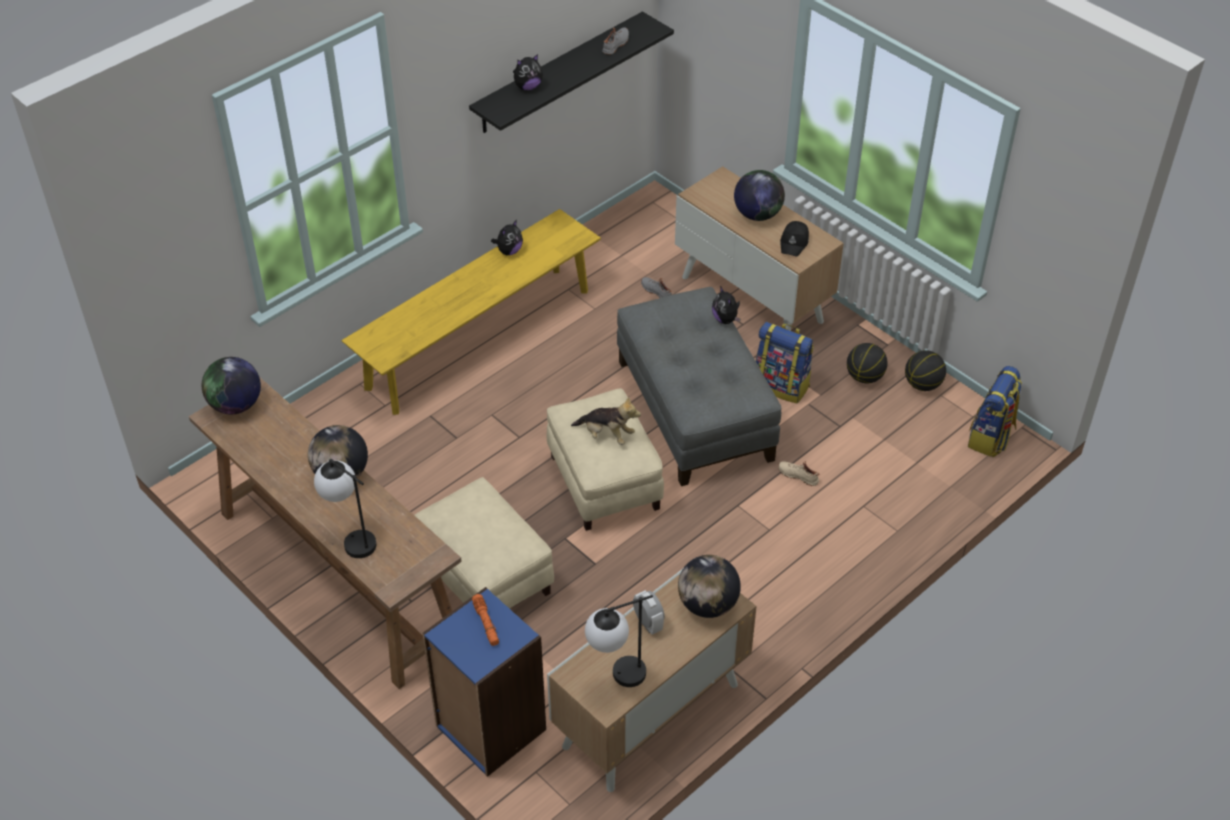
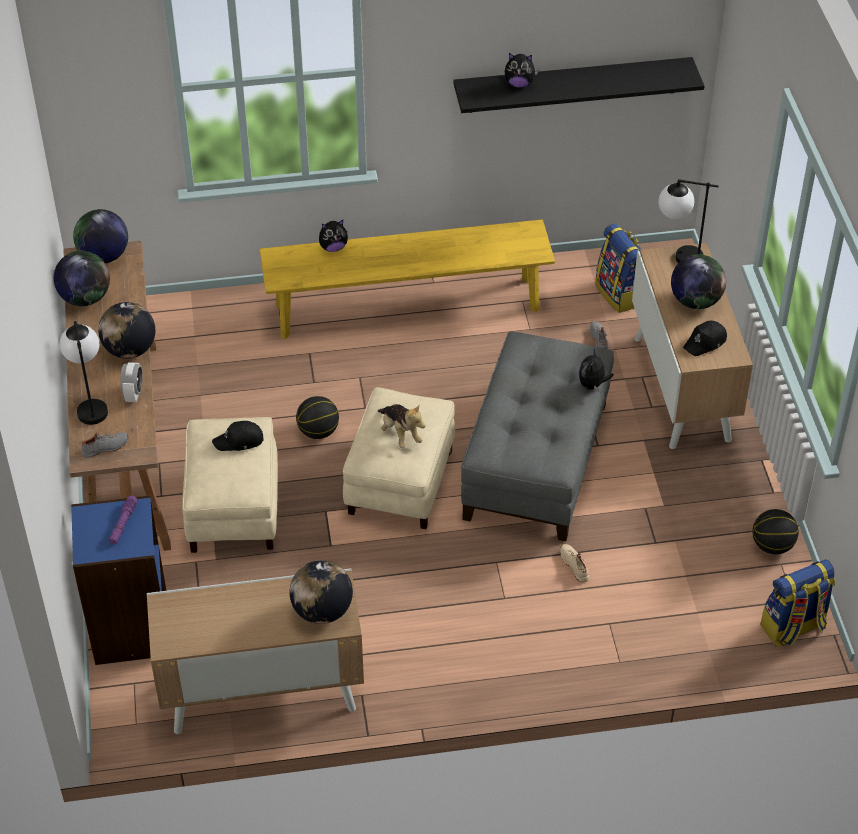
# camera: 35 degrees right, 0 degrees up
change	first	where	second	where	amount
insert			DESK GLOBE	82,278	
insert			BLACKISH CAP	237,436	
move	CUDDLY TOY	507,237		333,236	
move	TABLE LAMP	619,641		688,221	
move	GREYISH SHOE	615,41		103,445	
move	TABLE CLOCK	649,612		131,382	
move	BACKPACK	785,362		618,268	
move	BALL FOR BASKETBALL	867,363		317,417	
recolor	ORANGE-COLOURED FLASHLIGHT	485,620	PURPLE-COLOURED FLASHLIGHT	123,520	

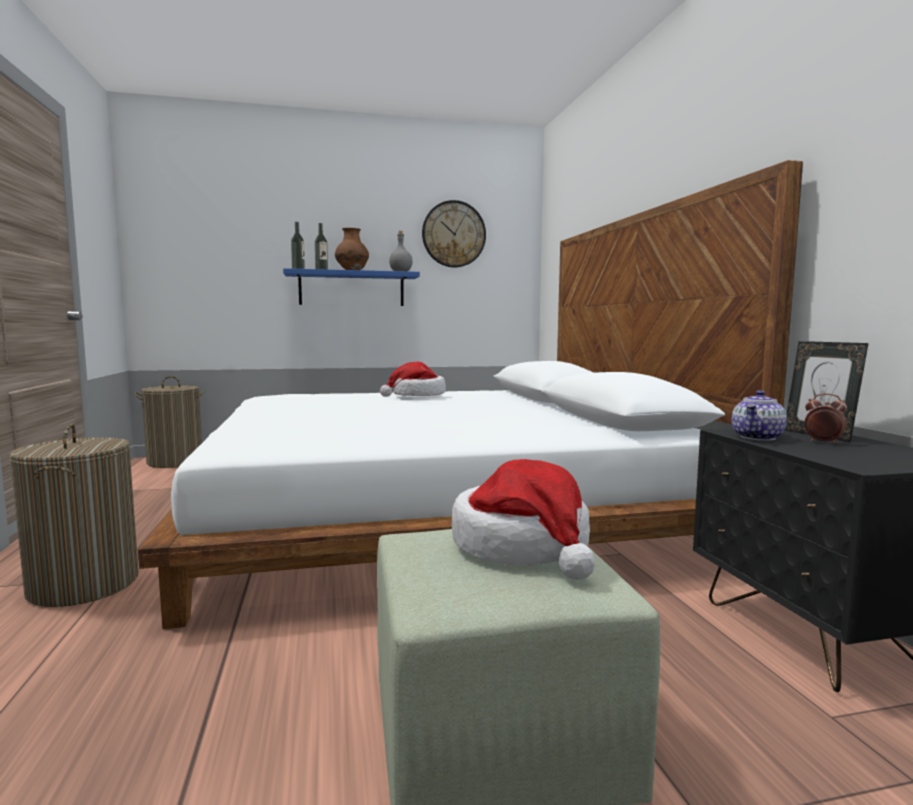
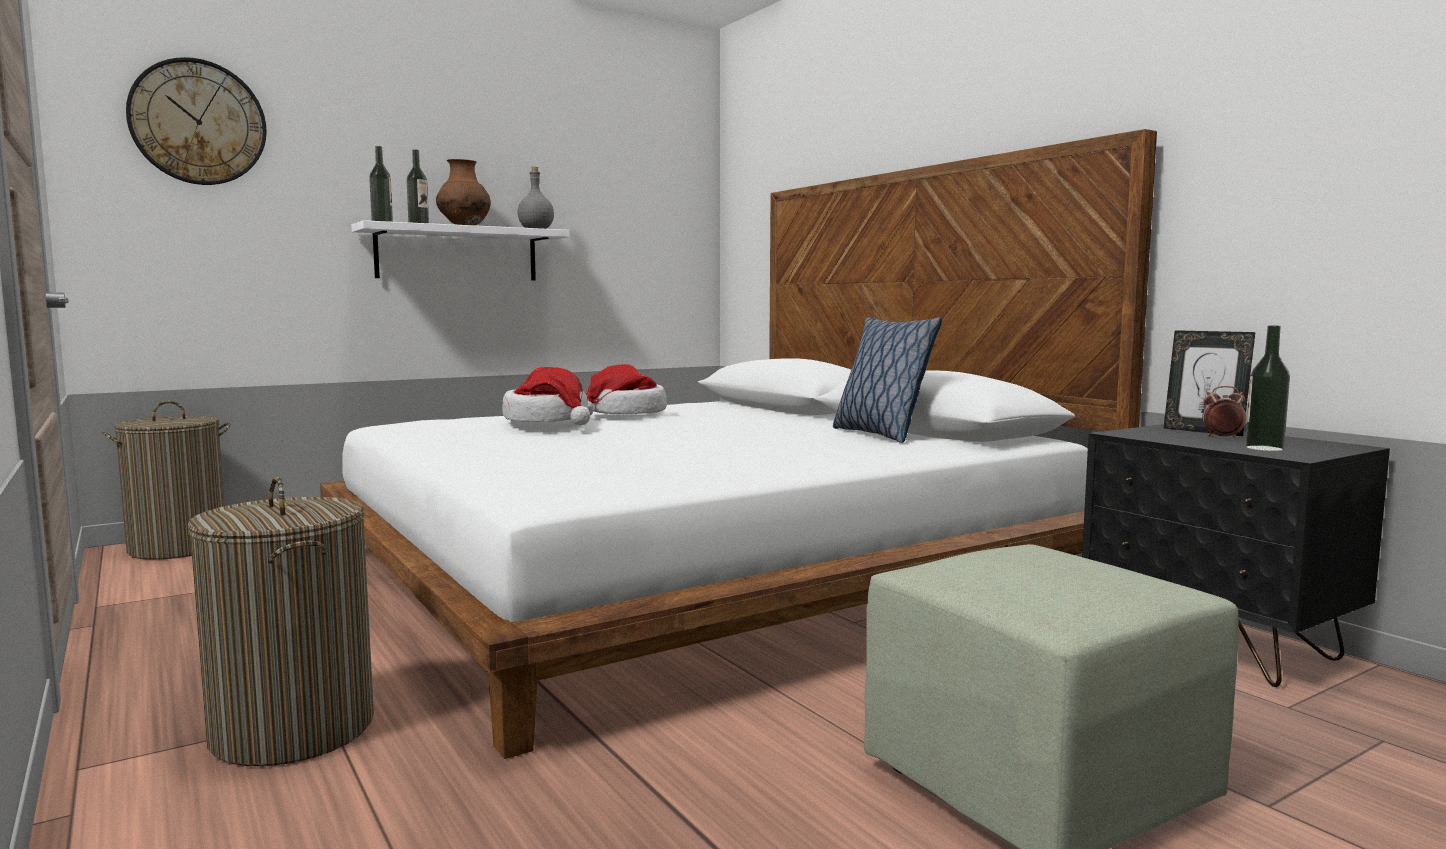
# camera: 20 degrees left, 0 degrees up
change	first	where	second	where	amount
delete	TEAPOT	759,415			
insert			THROW PILLOW	887,380	
insert			BOTTLE	1267,388	
move	WALL CLOCK	454,234		196,121	
move	HAT	523,519		546,396	
recolor	BLUISH WALL SHELF	351,287	WHITE-COLOURED WALL SHELF	460,250	

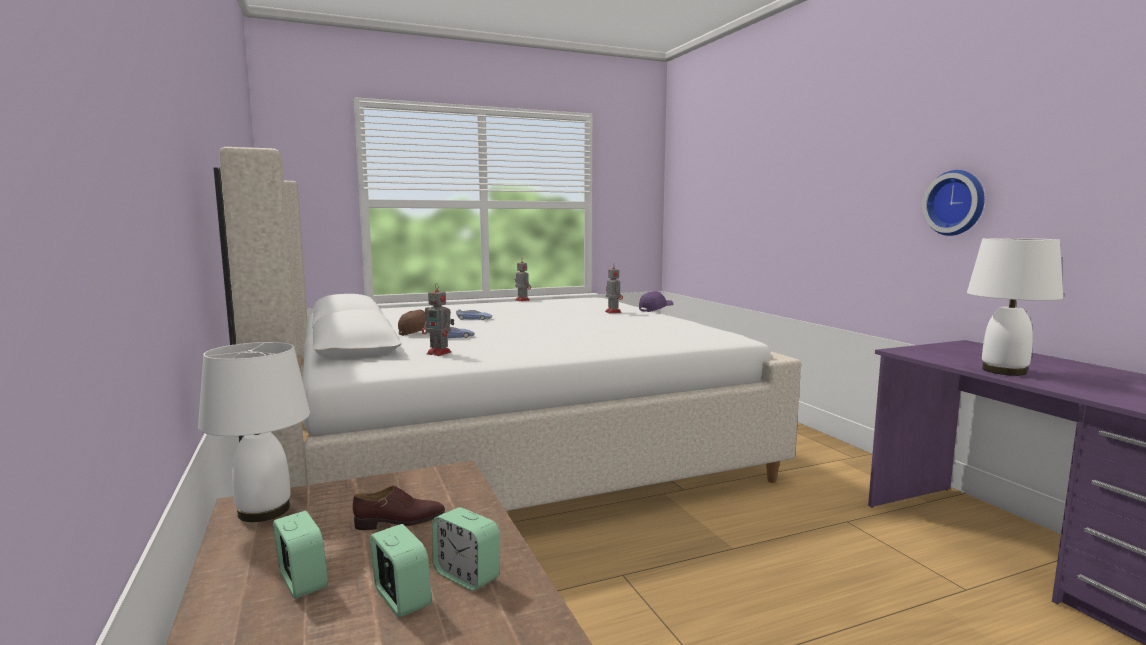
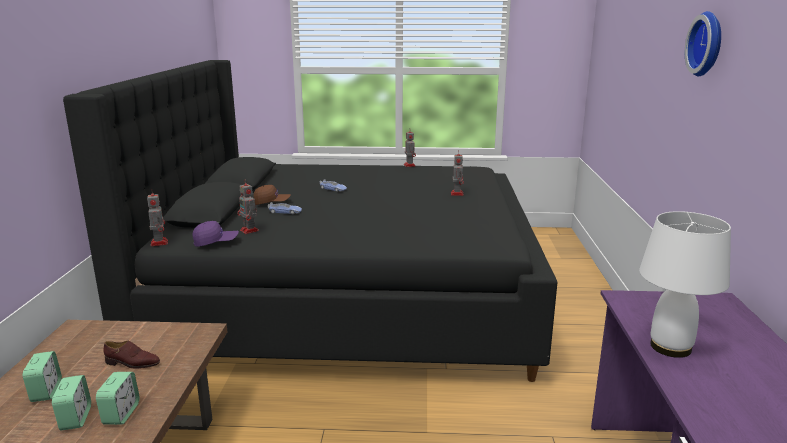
# camera: 25 degrees right, 10 degrees up
change	first	where	second	where	amount
delete	WHITE-COLOURED TABLE LAMP	254,432			
insert			TOY ROBOT	157,218	
move	PURPLE-COLOURED CAP	656,301		215,234	
move	WALL CLOCK	953,203		703,43	
recolor	BEIGE BEDROOM BED	507,329	BLACKISH BEDROOM BED	310,221	
rotate	TABLE CLOCK	466,549		118,398	150 degrees counterclockwise

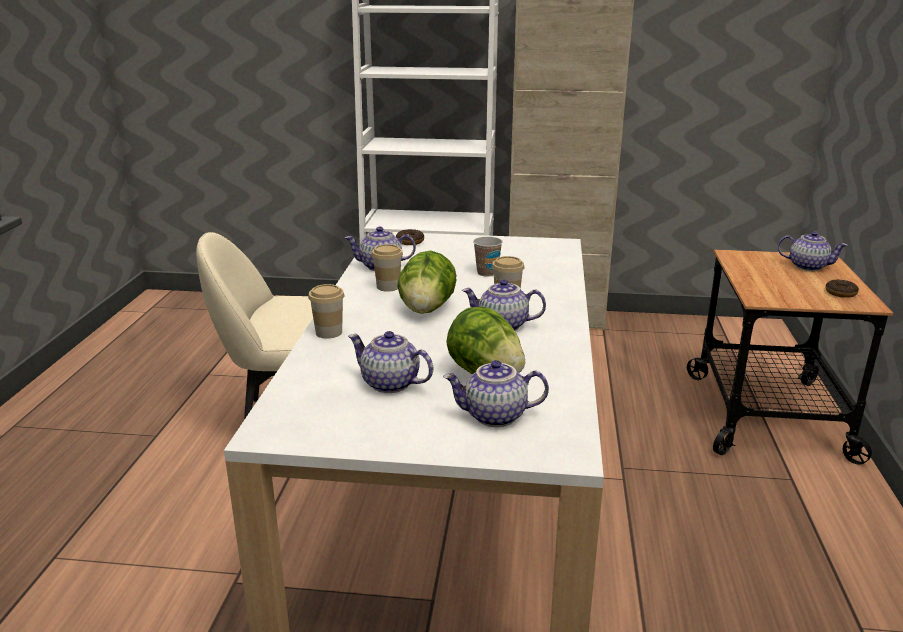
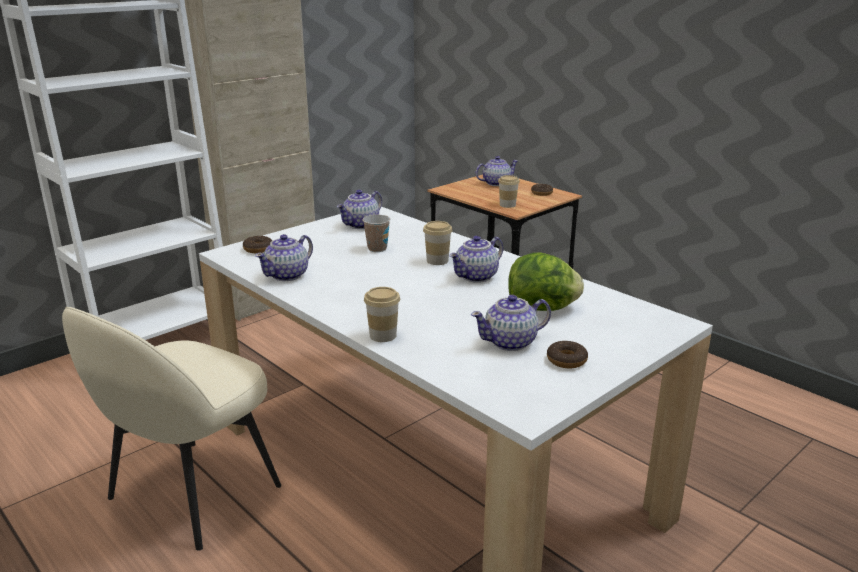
# camera: 50 degrees left, 0 degrees up
change	first	where	second	where	amount
delete	LETTUCE HEAD	427,282			
insert			DOUGHNUT	567,354	
move	CUP	387,268		509,191	
move	TEAPOT	496,393		359,209	

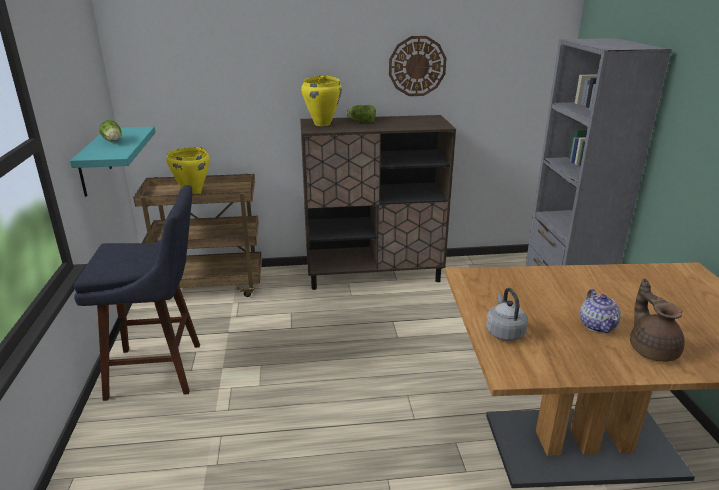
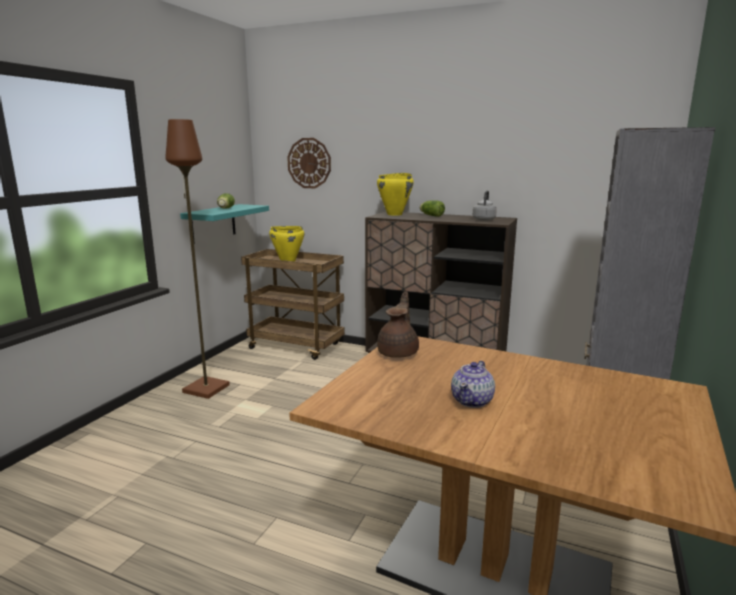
# camera: 30 degrees right, 10 degrees down
change	first	where	second	where	amount
move	WALL CLOCK	418,66		309,163	
move	GREYISH WATER KETTLE	507,314		485,205	
move	BROWNISH TEAPOT	657,320		398,324	
replace	BLUISH SITTING STOOL	137,293	BROWNISH FLOOR LAMP	197,259	

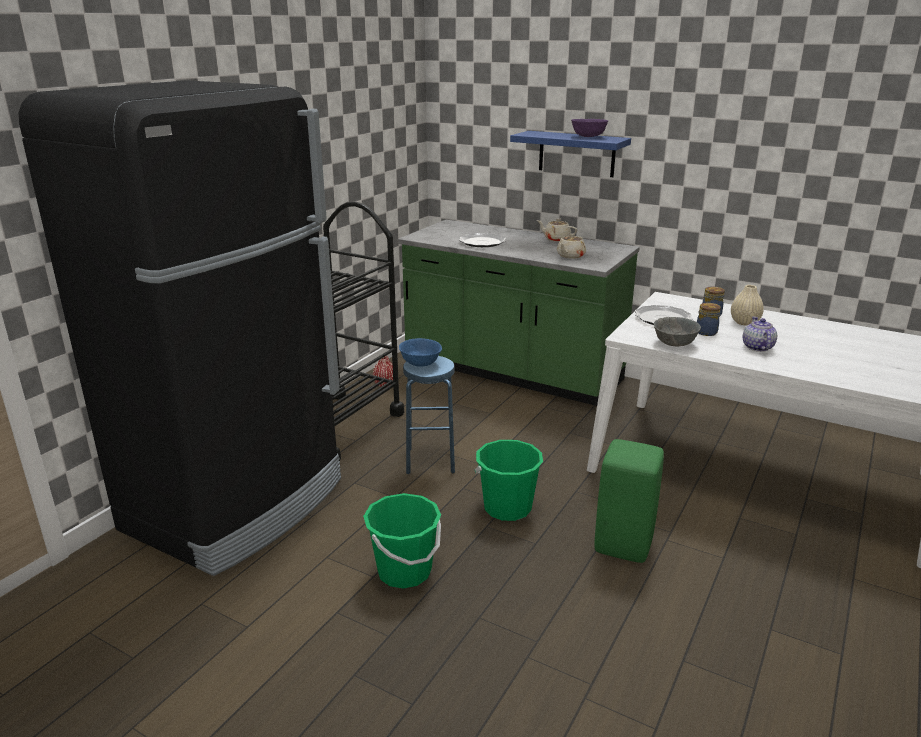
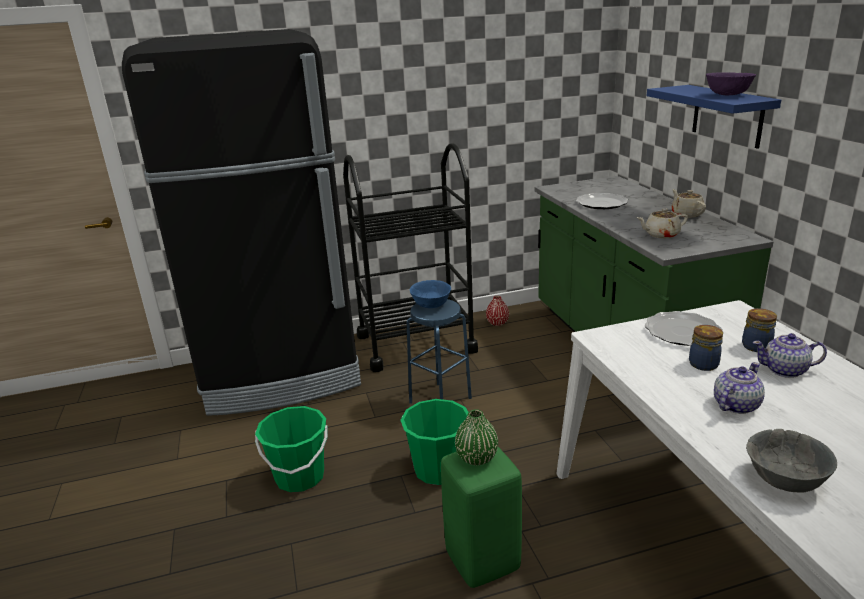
# camera: 45 degrees right, 0 degrees up
change	first	where	second	where	amount
insert			GREENISH VASE	476,437	
move	GREYISH BOWL	677,331		791,461	
replace	BEIGE VASE	747,305	TEAPOT	789,355	

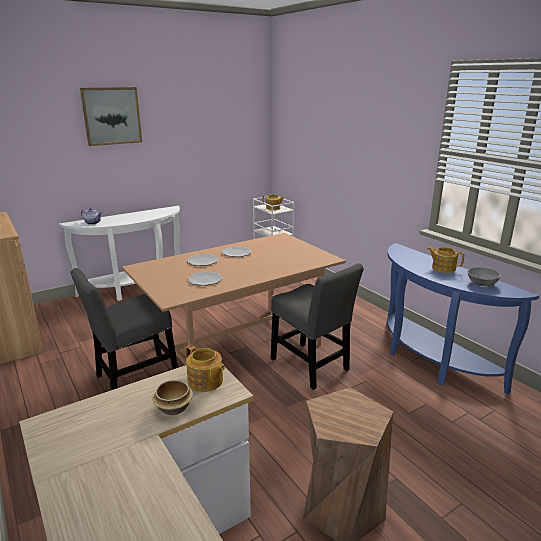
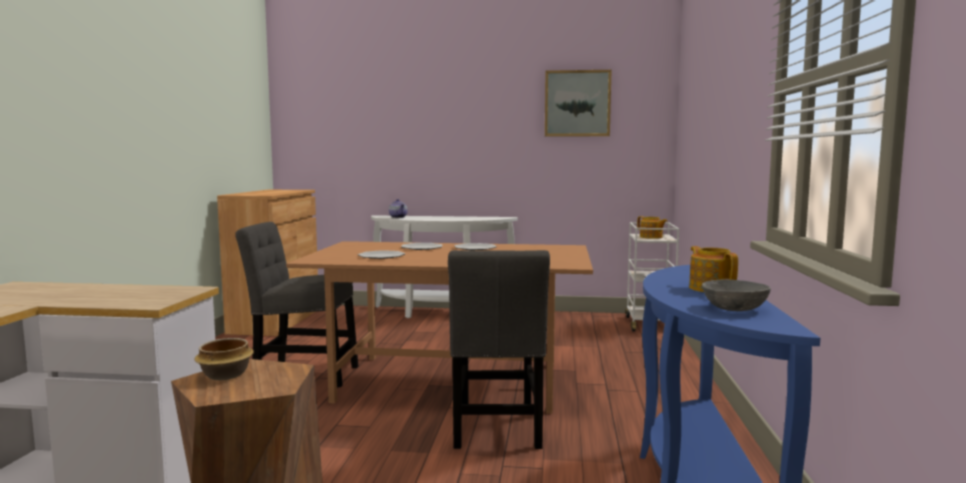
# camera: 40 degrees right, 15 degrees down
change	first	where	second	where	amount
delete	TEAPOT	205,368			
move	WALL ART	111,116		578,103	
move	BOWL	173,397		224,359	

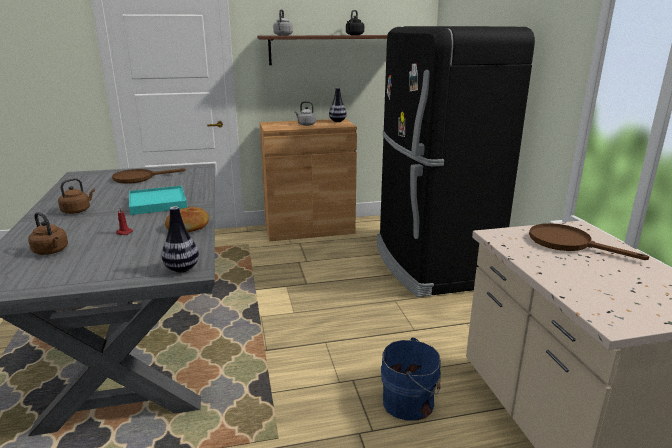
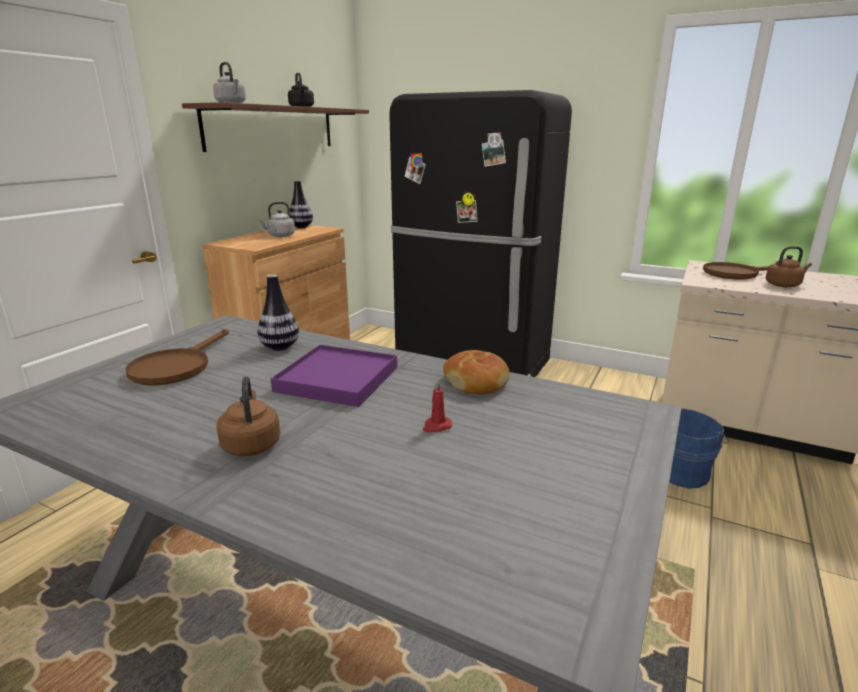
# camera: 50 degrees left, 0 degrees up
change	first	where	second	where	amount
move	BROWNISH WATER KETTLE	48,233		789,266	
move	VASE	180,239		278,312	
recolor	TURQUOISE TRAY	158,200	PURPLE-COLOURED TRAY	334,376	

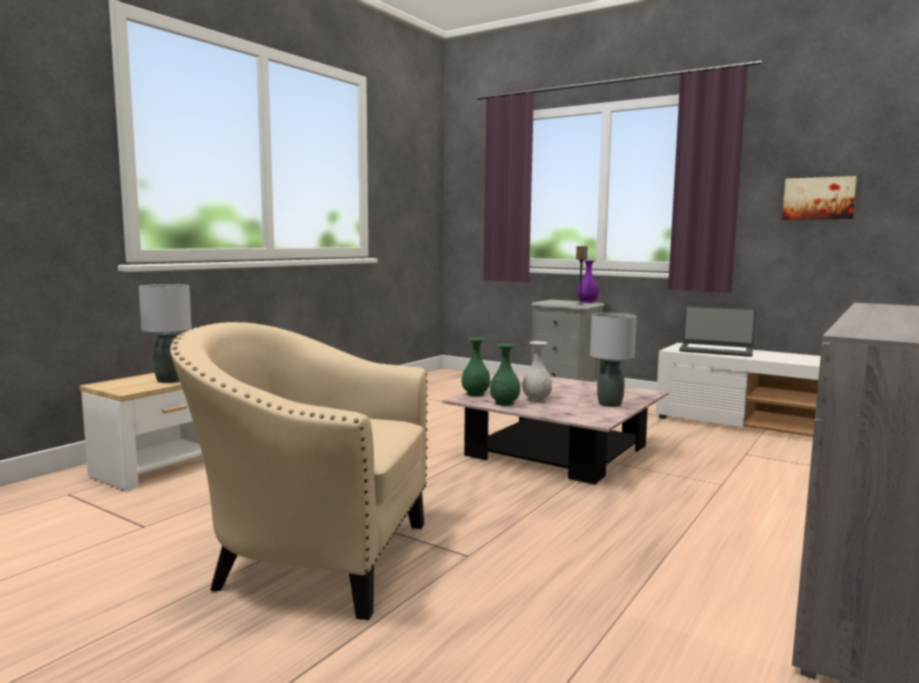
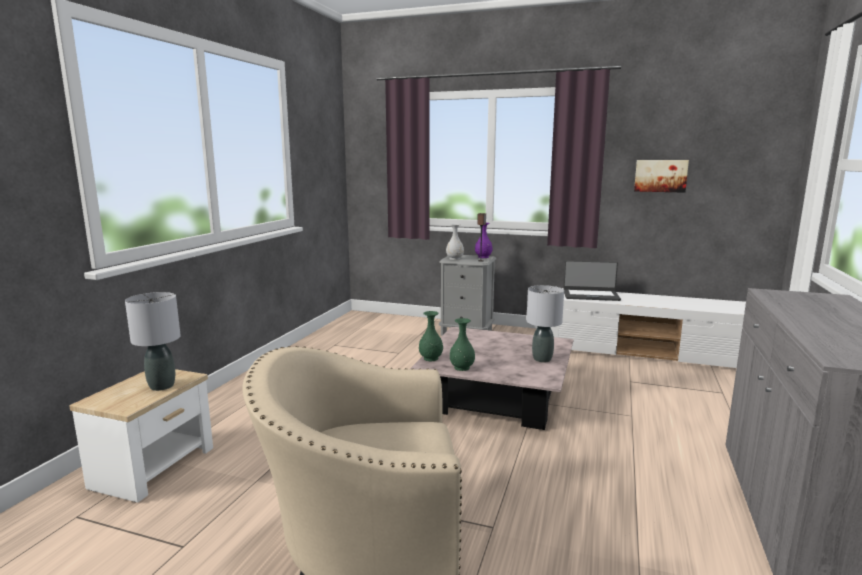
# camera: 15 degrees left, 5 degrees up
change	first	where	second	where	amount
move	WHITE-COLOURED VASE	537,371		455,242	

